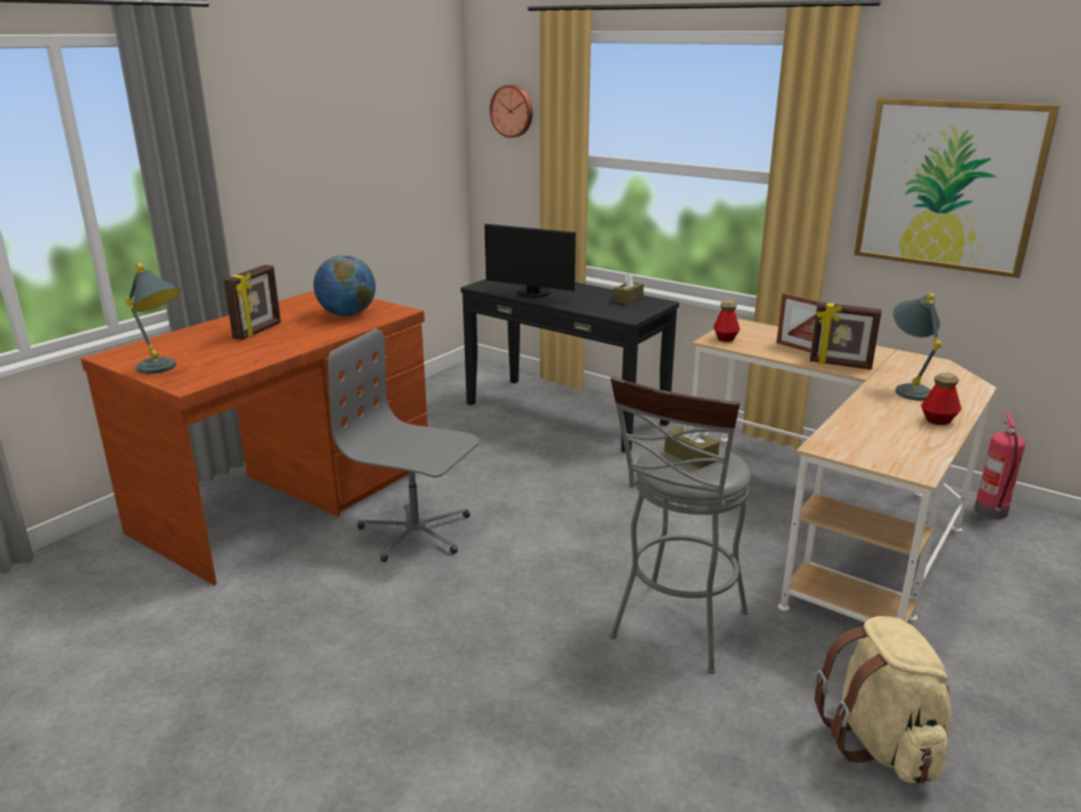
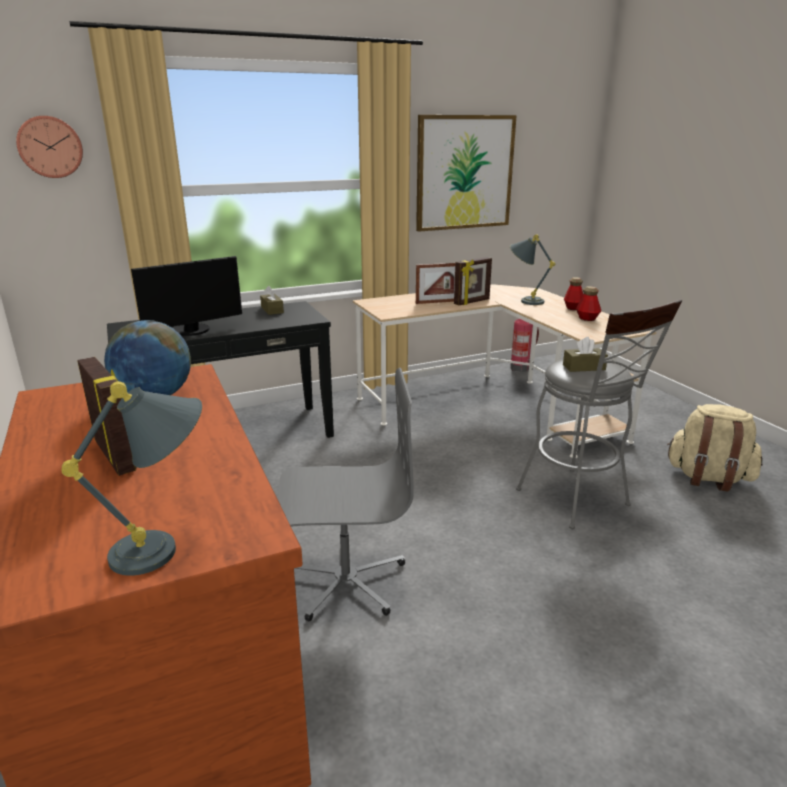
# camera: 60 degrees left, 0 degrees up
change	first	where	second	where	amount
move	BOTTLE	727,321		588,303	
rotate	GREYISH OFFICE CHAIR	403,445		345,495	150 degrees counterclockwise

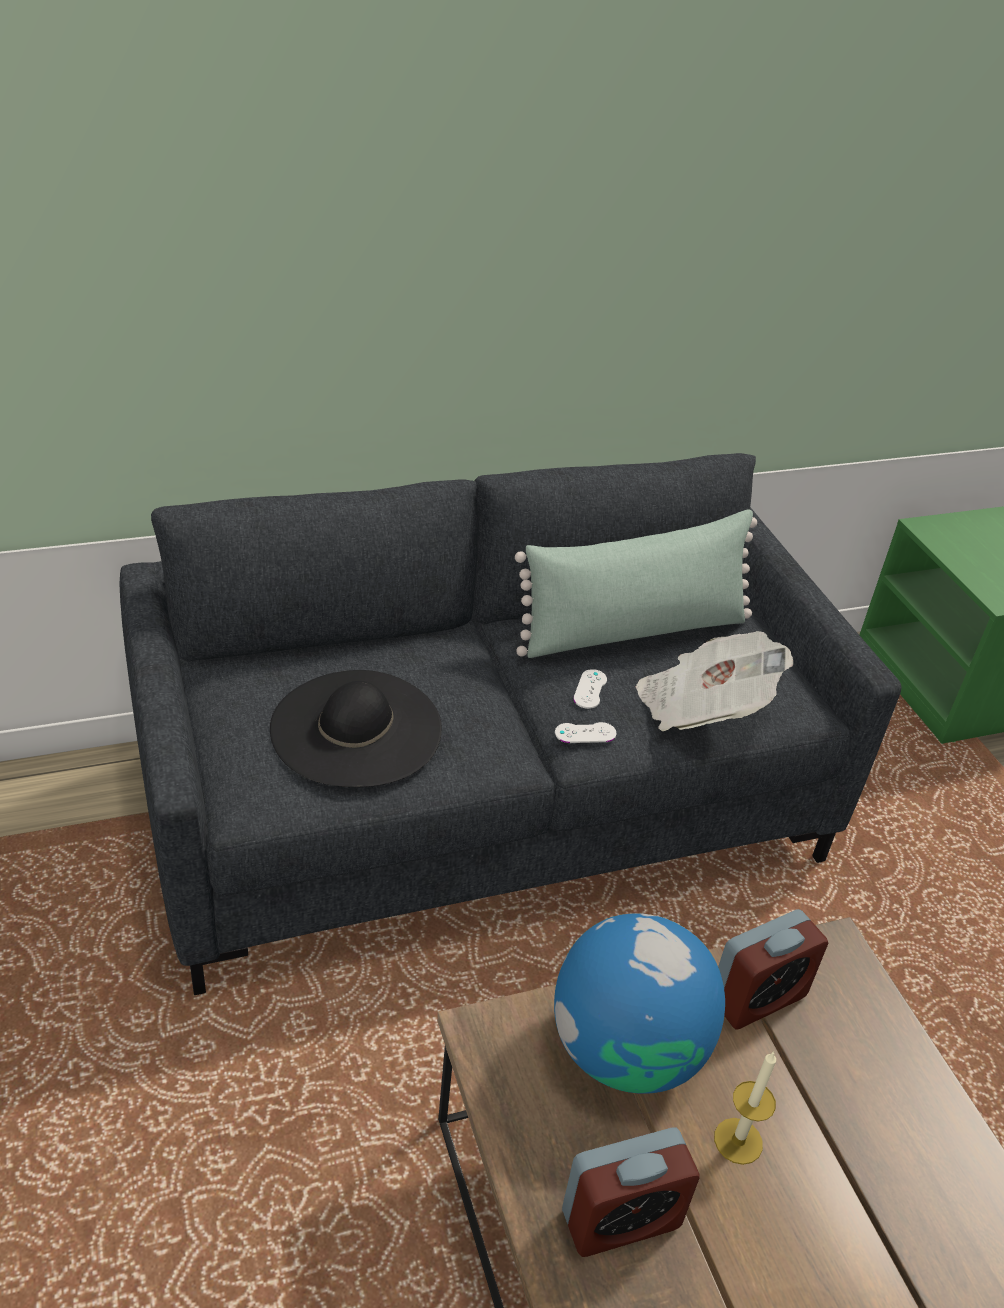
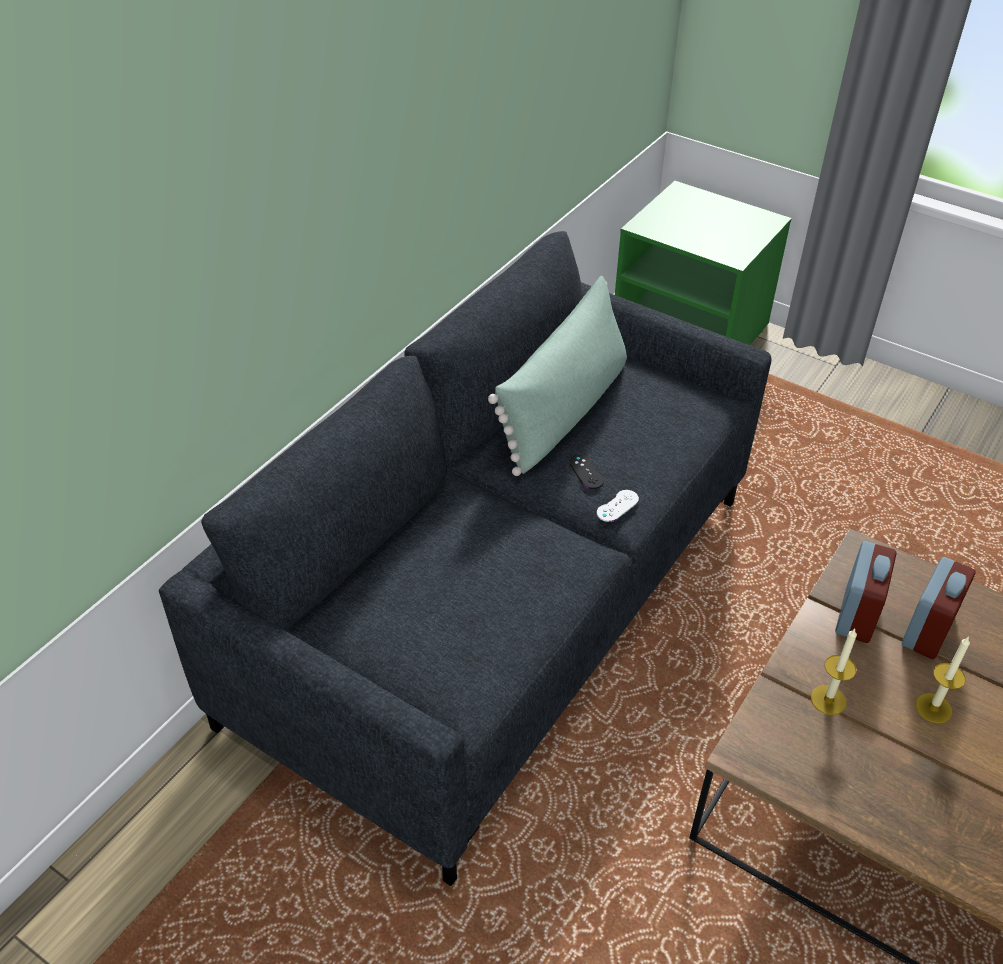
# camera: 35 degrees left, 5 degrees up
change	first	where	second	where	amount
delete	BLACKISH HAT	356,728			
delete	NEWSPAPER	714,681			
move	TABLE CLOCK	631,1192		939,608	
replace	DESK GLOBE	639,1003	WAX CANDLE	834,672	
recolor	WHITE-COLOURED GAME CONTROLLER	590,689	BLACKISH GAME CONTROLLER	586,471	

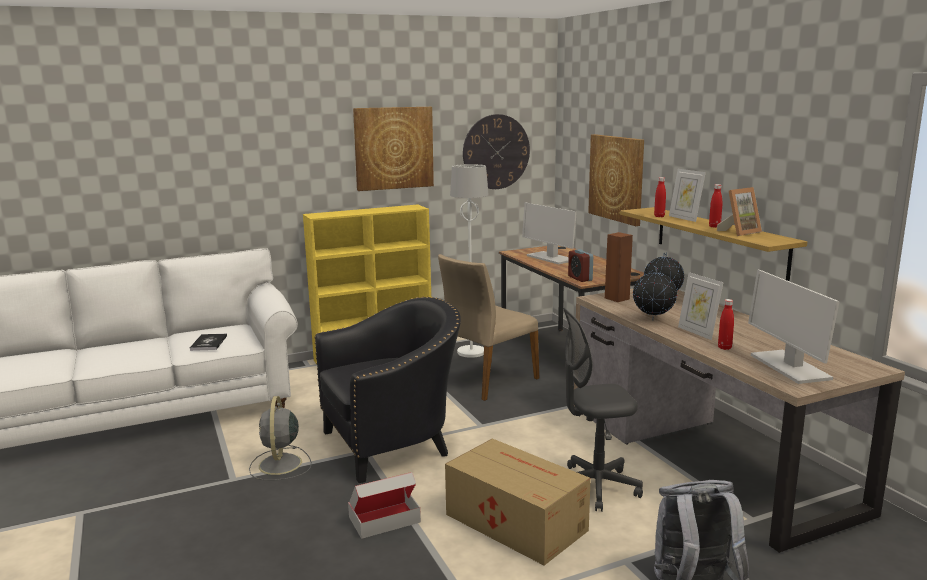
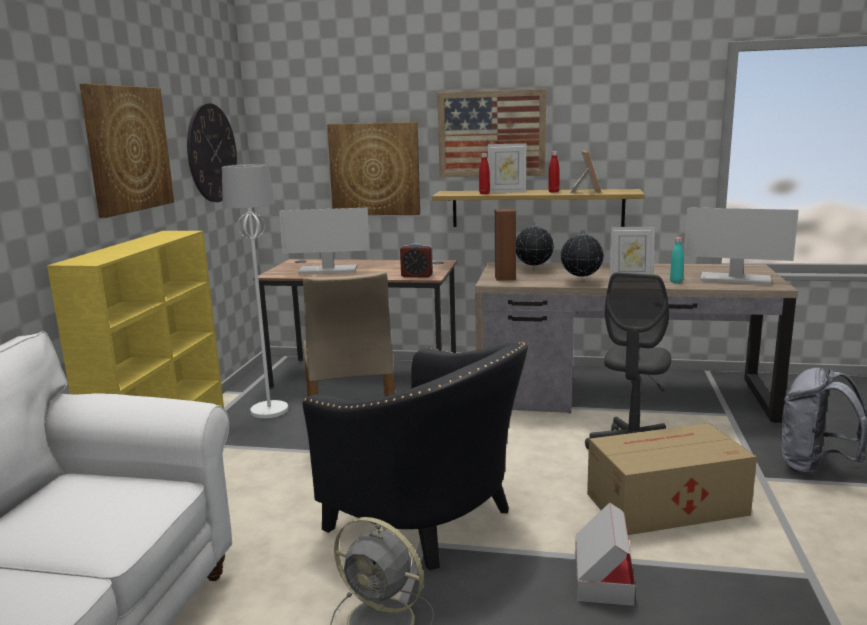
# camera: 55 degrees left, 0 degrees up
change	first	where	second	where	amount
delete	BOUND BOOK	208,342			
insert			WALL ART	491,132	
recolor	RED-COLOURED BOTTLE	726,324	TURQUOISE BOTTLE	677,260	
rotate	BLACKISH LOUNGE CHAIR	387,390		415,456	120 degrees clockwise

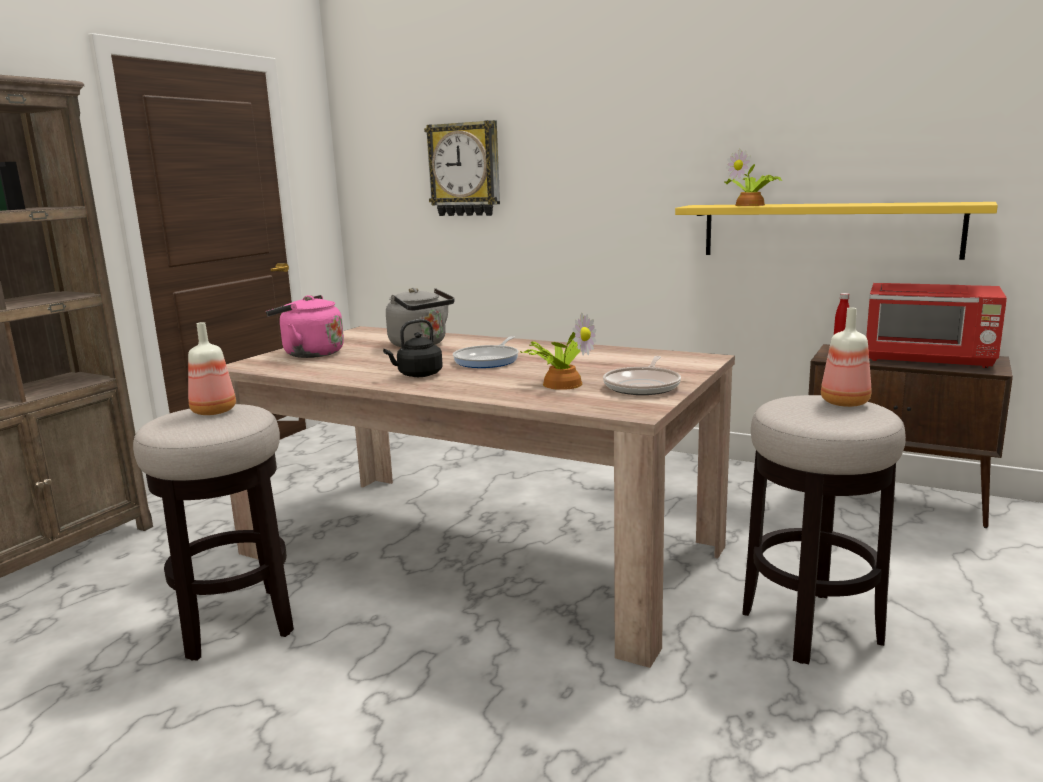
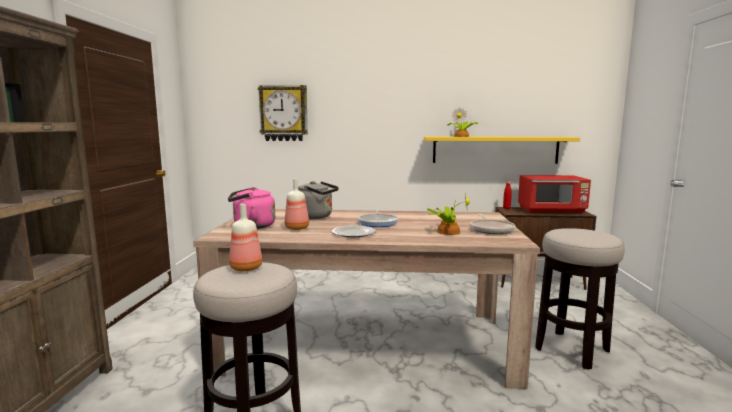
# camera: 25 degrees left, 5 degrees down
change	first	where	second	where	amount
move	BOTTLE	846,357		297,204	
replace	BLACKISH WATER KETTLE	413,348	DINNER PLATE	354,231	

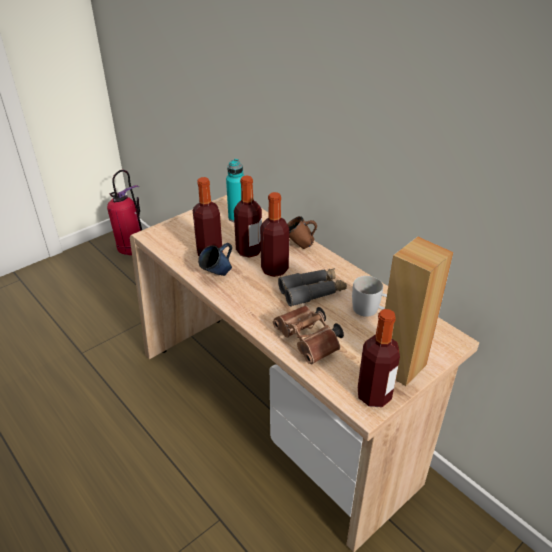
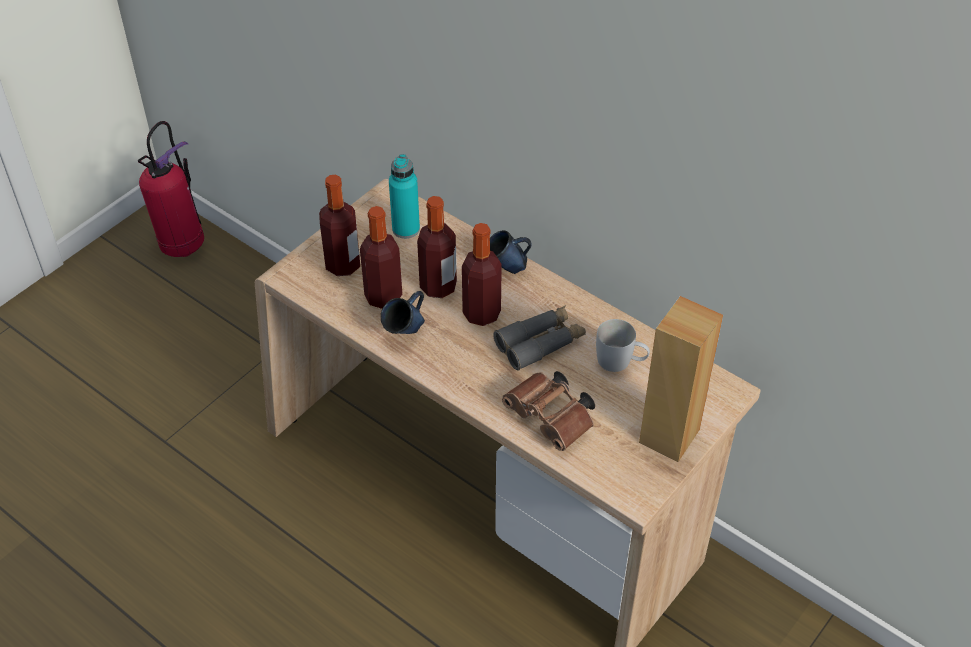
# camera: 10 degrees left, 10 degrees up
change	first	where	second	where	amount
move	BOTTLE	379,358		339,225	
recolor	BROWNISH TEA MUG	302,232	BLUISH TEA MUG	511,252	

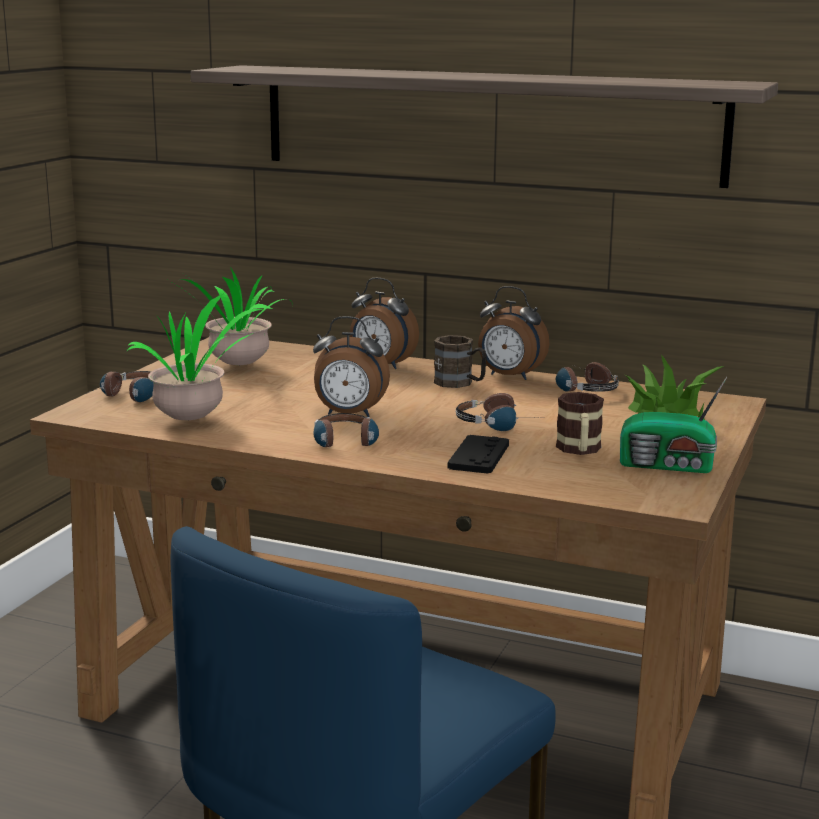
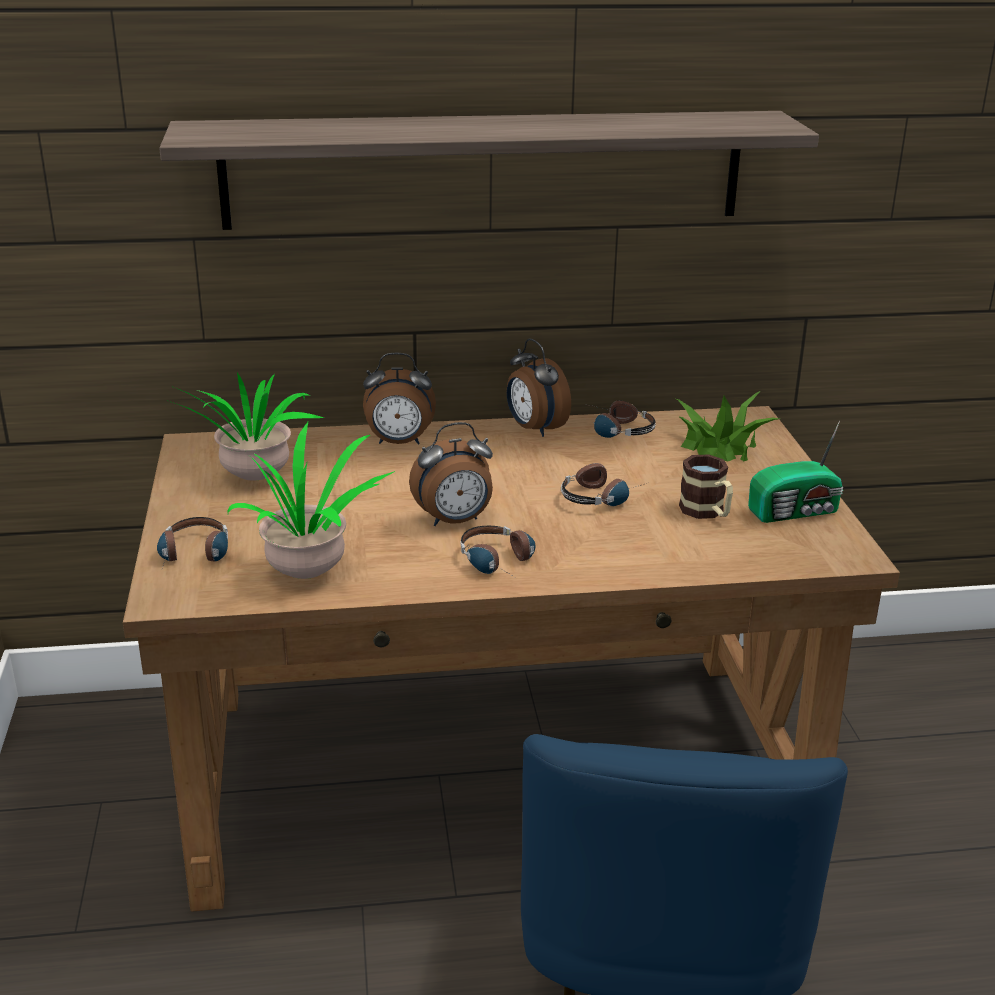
# camera: 30 degrees left, 10 degrees up
change	first	where	second	where	amount
delete	BROWNISH TEA MUG	460,361			
delete	BLACKISH GAME CONTROLLER	478,454			
rotate	TABLE CLOCK	513,333		539,388	60 degrees clockwise

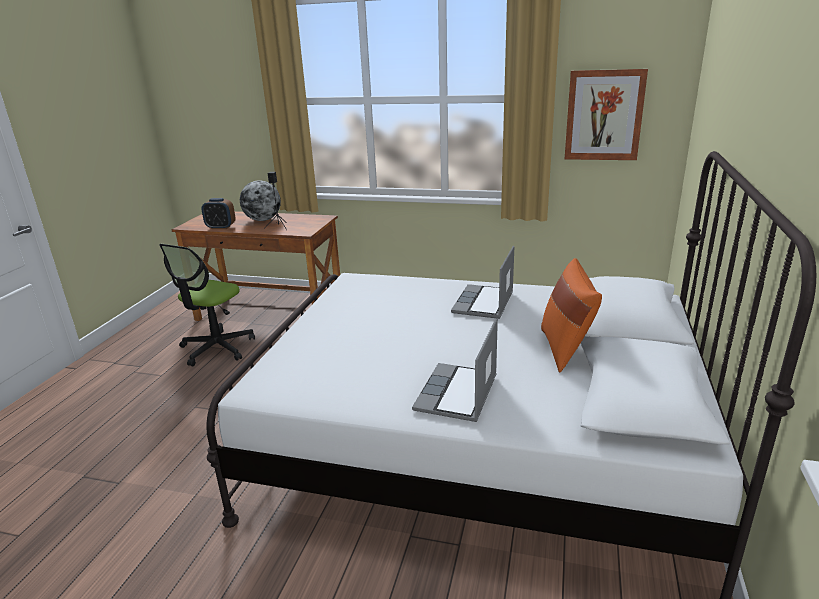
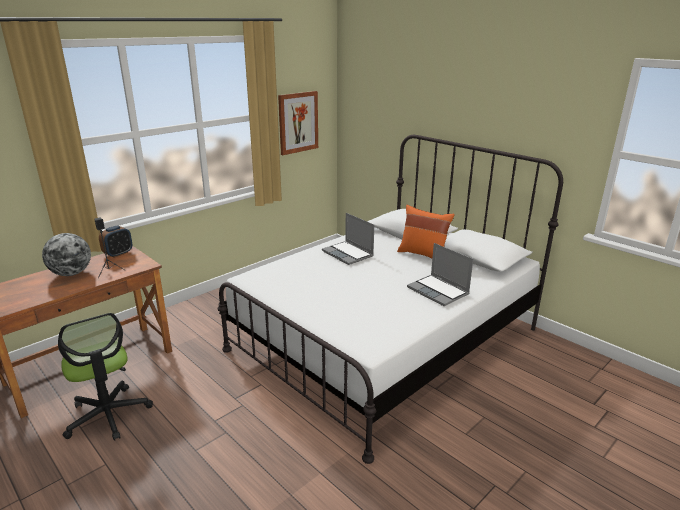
# camera: 60 degrees left, 0 degrees up
change	first	where	second	where	amount
move	TABLE CLOCK	218,213		115,241	

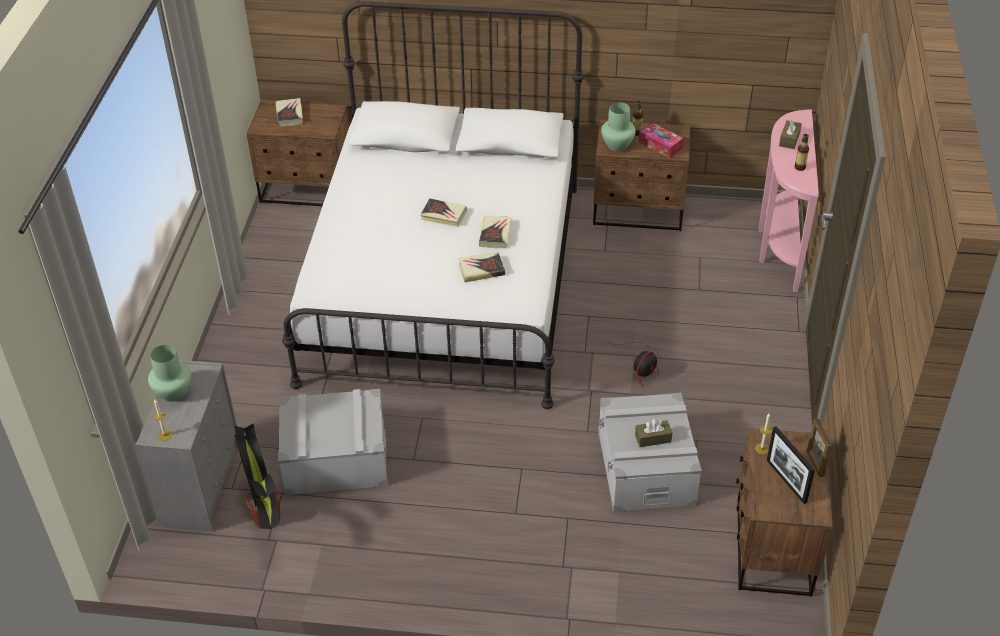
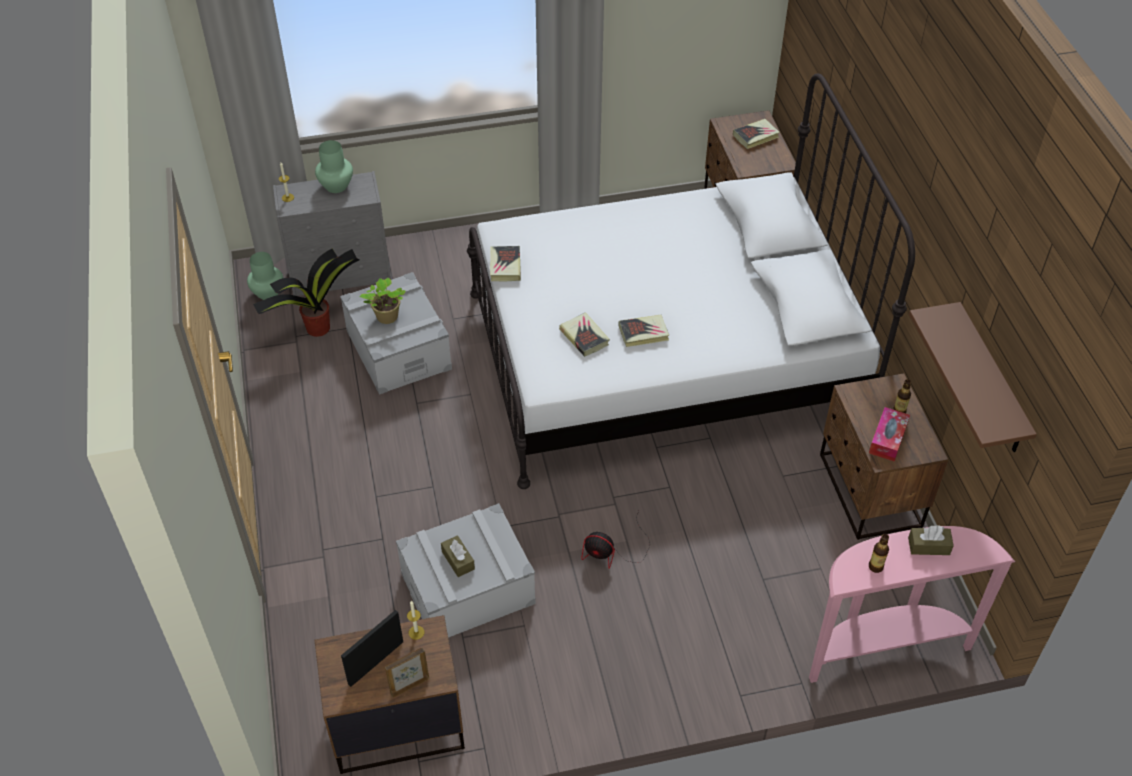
# camera: 70 degrees right, 5 degrees up
change	first	where	second	where	amount
insert			PLANT IN A POT	382,301	
insert			BROWNISH WALL SHELF	973,377	
move	BOUND BOOK	443,212		505,263	
move	GREENISH VASE	618,126		265,276	

